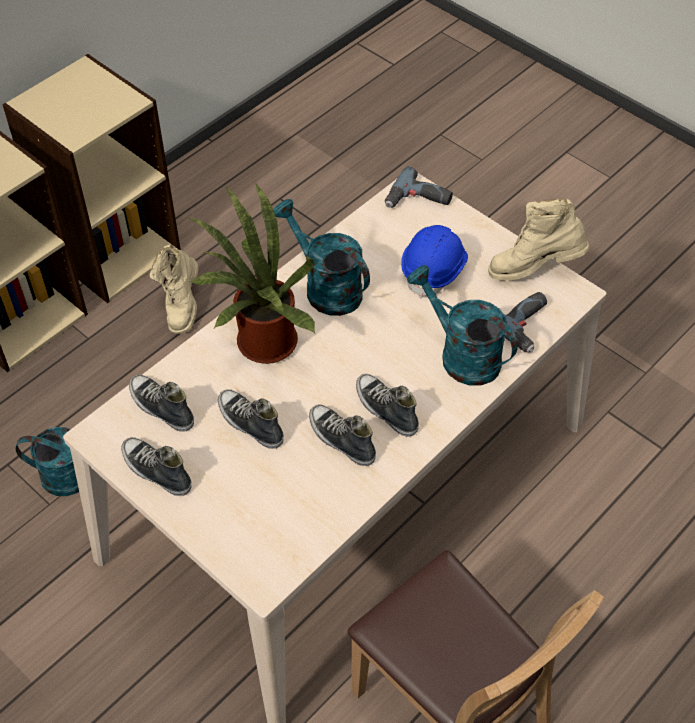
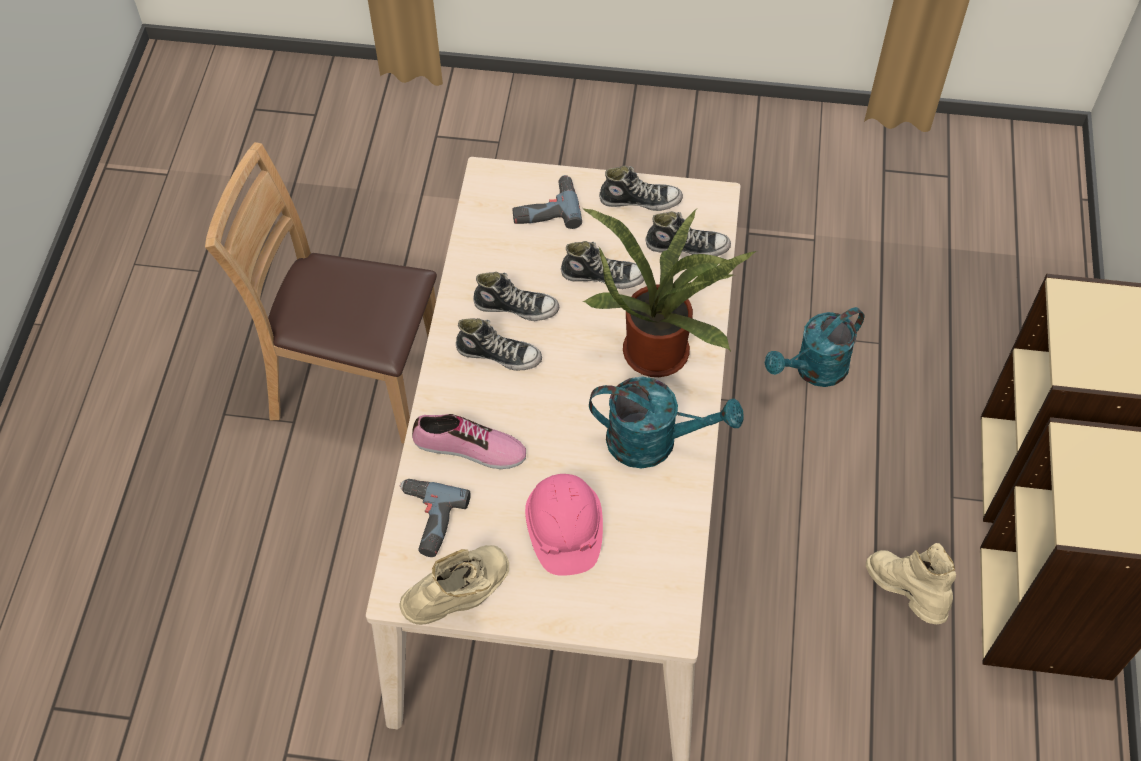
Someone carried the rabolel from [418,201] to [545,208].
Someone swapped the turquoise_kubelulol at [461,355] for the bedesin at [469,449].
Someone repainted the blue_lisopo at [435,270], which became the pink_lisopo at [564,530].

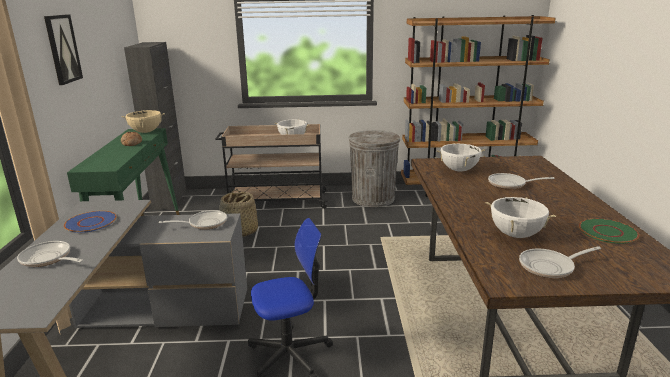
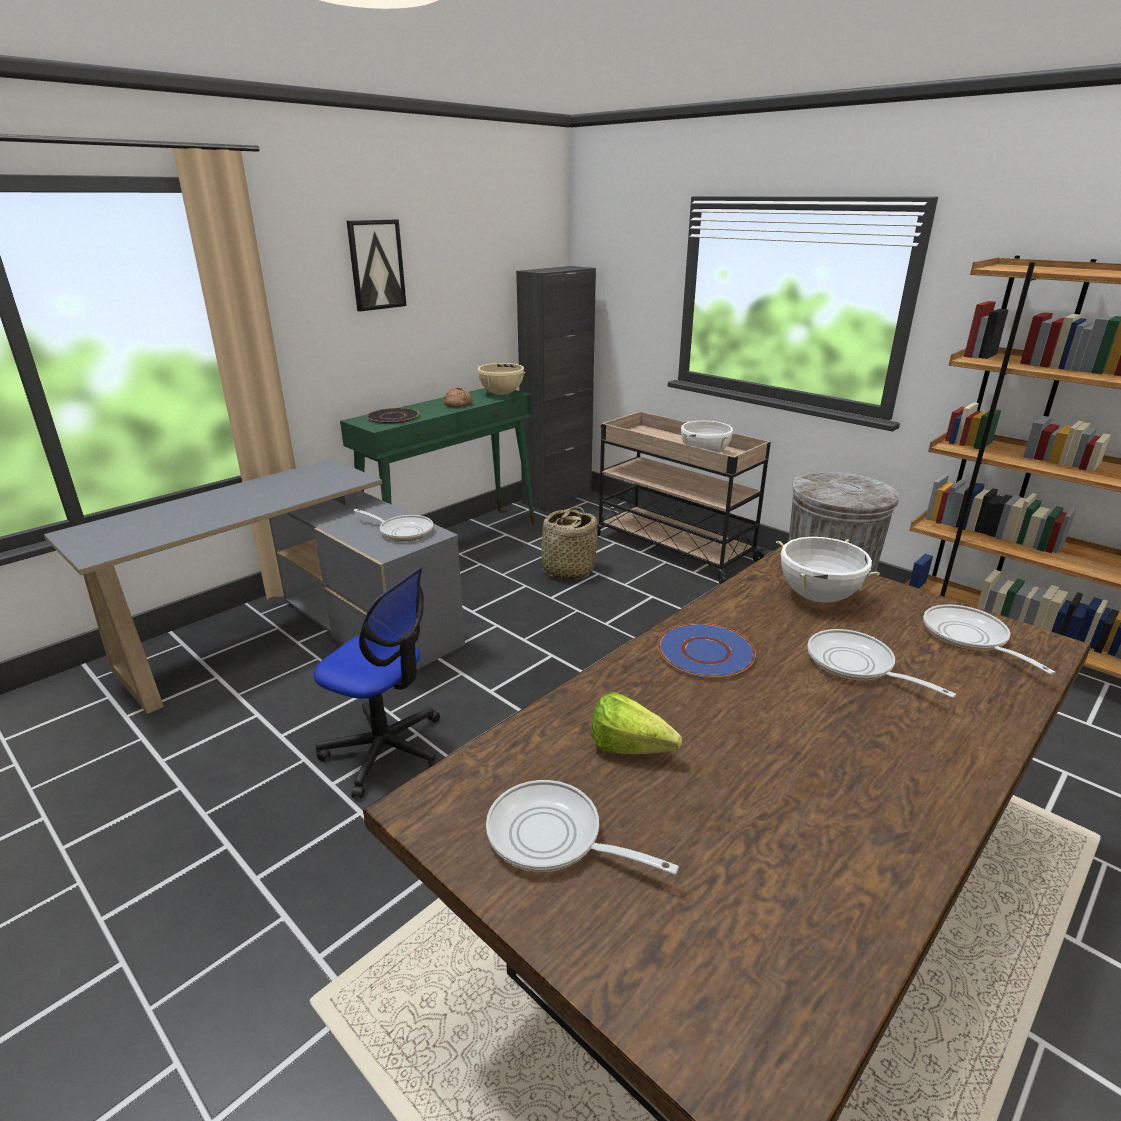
Someone took away the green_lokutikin at [607,232].
Someone put down the black_lokutikin at [393,417].
Someone carried the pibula from [48,259] to [969,638].
Someone carried the blue_lokutikin from [91,222] to [706,652].
Someone swapped the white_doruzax at [515,235] for the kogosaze at [635,751].

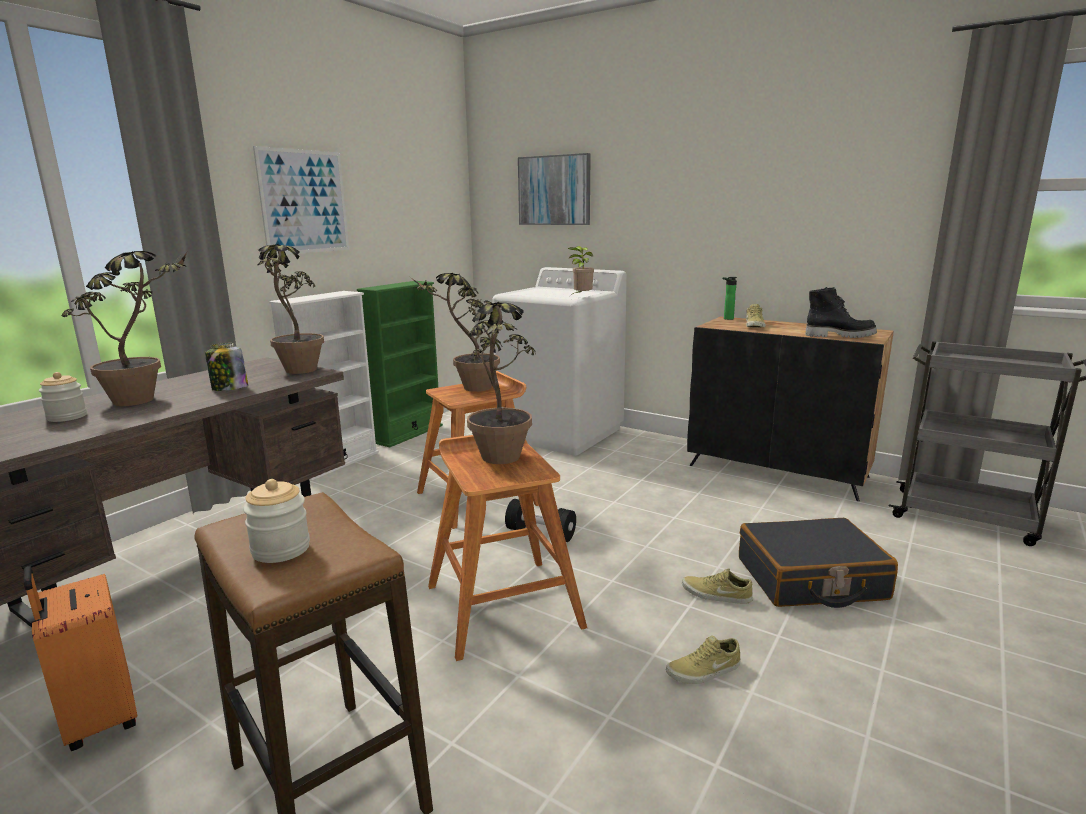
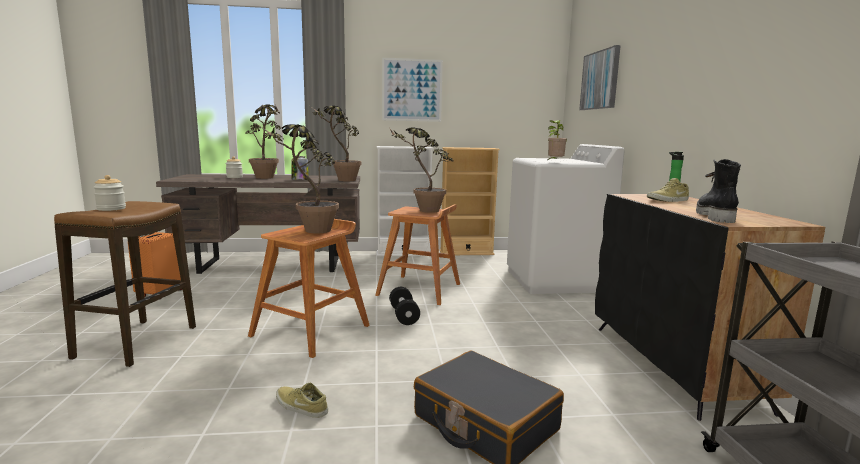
Someone took away the beige_bedesin at [716,595].
Someone repainted the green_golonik at [408,434], which became the beige_golonik at [466,253].
Someone rotated the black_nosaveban at [839,336] by 135 degrees counterclockwise.

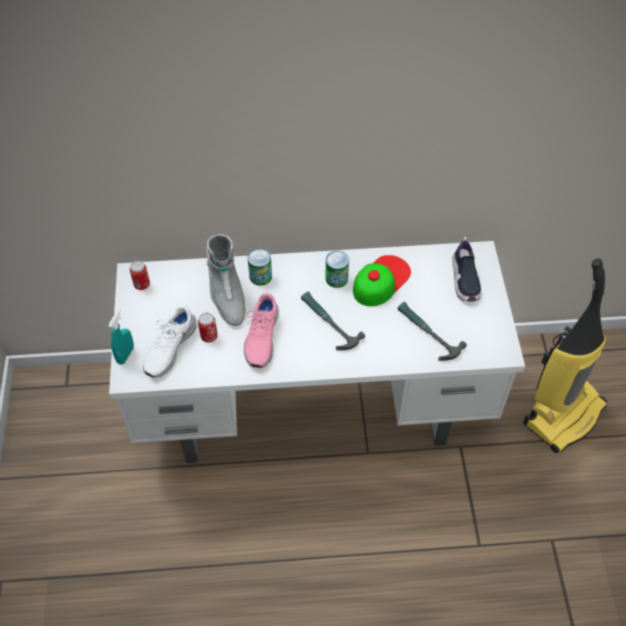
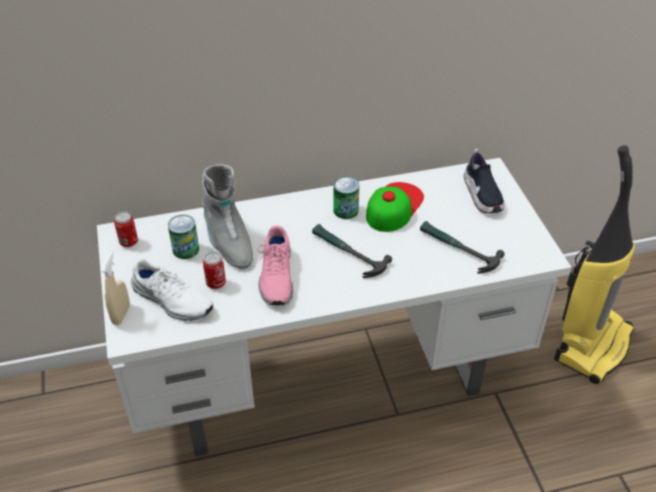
Someone carried the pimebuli from [260,276] to [185,249].
Someone repainted the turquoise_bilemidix at [125,355], which became the beige_bilemidix at [121,314].
Someone rotated the white_bedesin at [169,348] by 75 degrees counterclockwise.

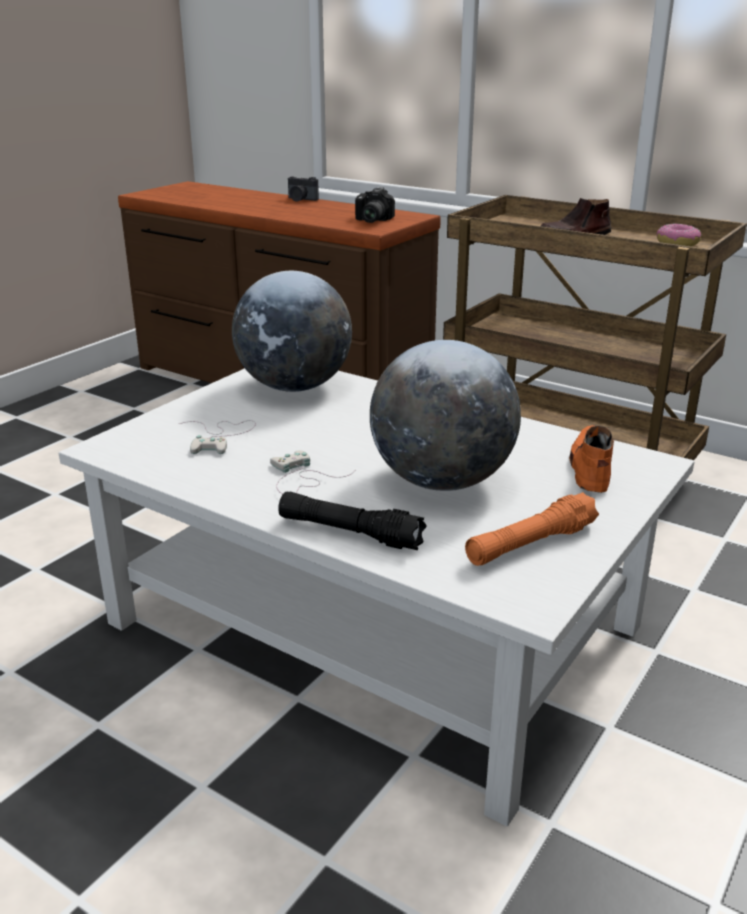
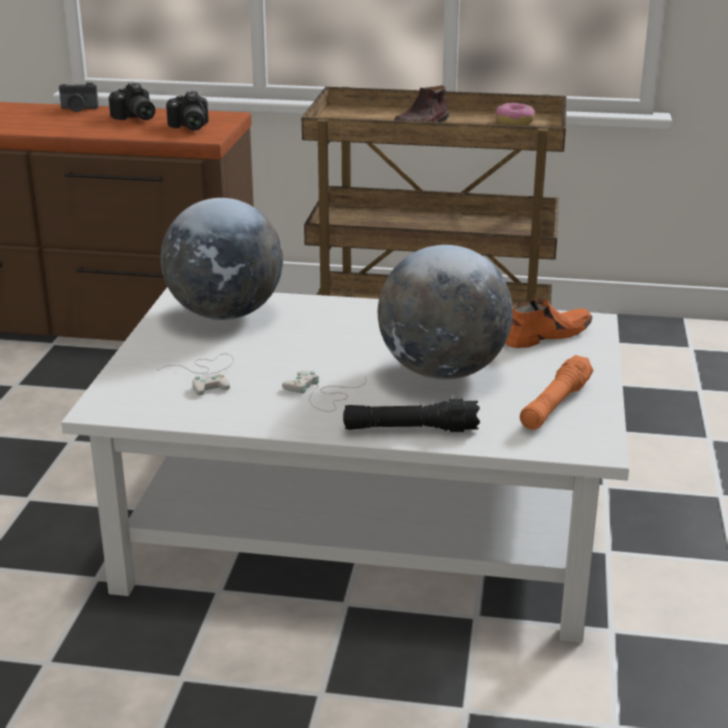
Someone put down the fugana at [135,118].
Someone rotated the orange_bedesin at [590,467] by 75 degrees clockwise.

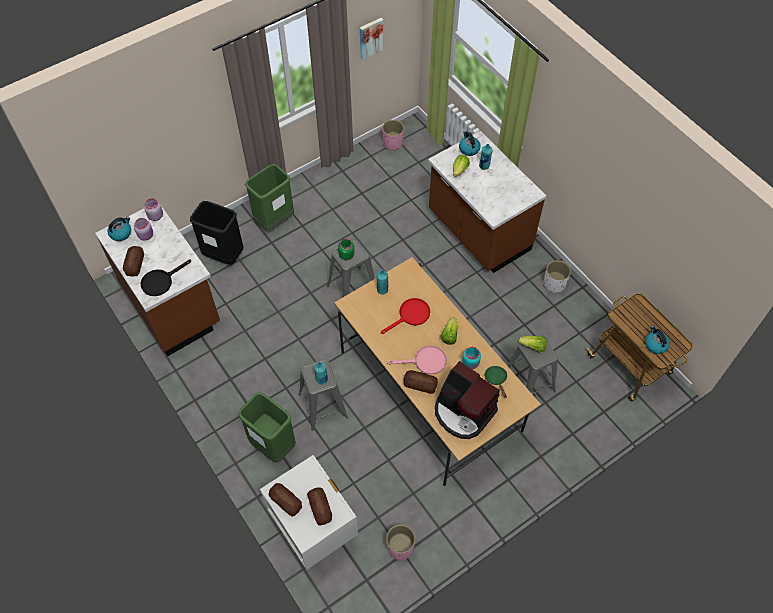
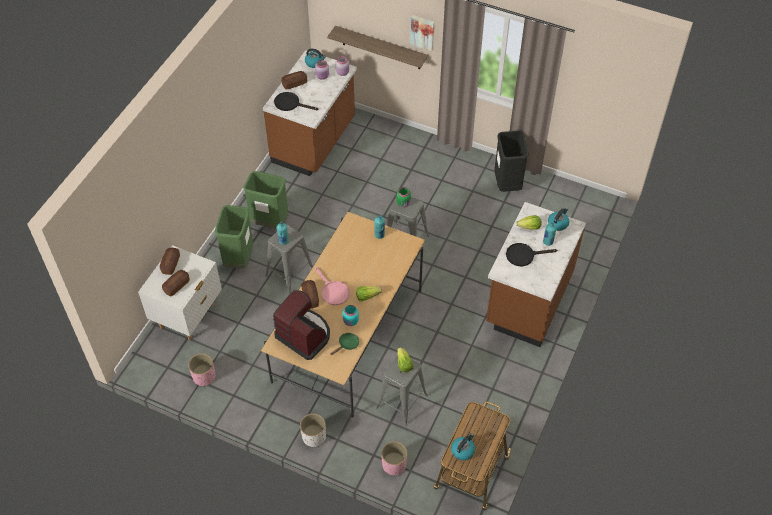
Someone took away the red_pibula at [410,315].
Someone put up the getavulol at [381,48].
Someone put down the black_pibula at [524,255].
Someone carried the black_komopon from [224,255] to [507,184].
Someone carried the green_komopon from [274,221] to [270,223].
Someone carried the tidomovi from [370,38] to [423,32].
Someone carried the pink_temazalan from [393,143] to [394,465].
Someone carried the white_temazalan from [554,284] to [314,437].
Someone rotated the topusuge at [463,412] by 120 degrees clockwise.

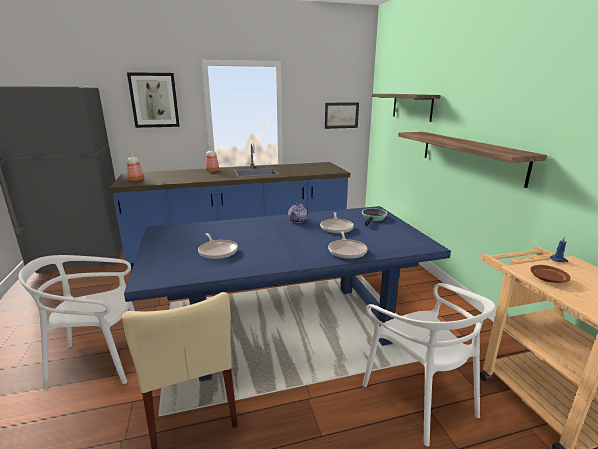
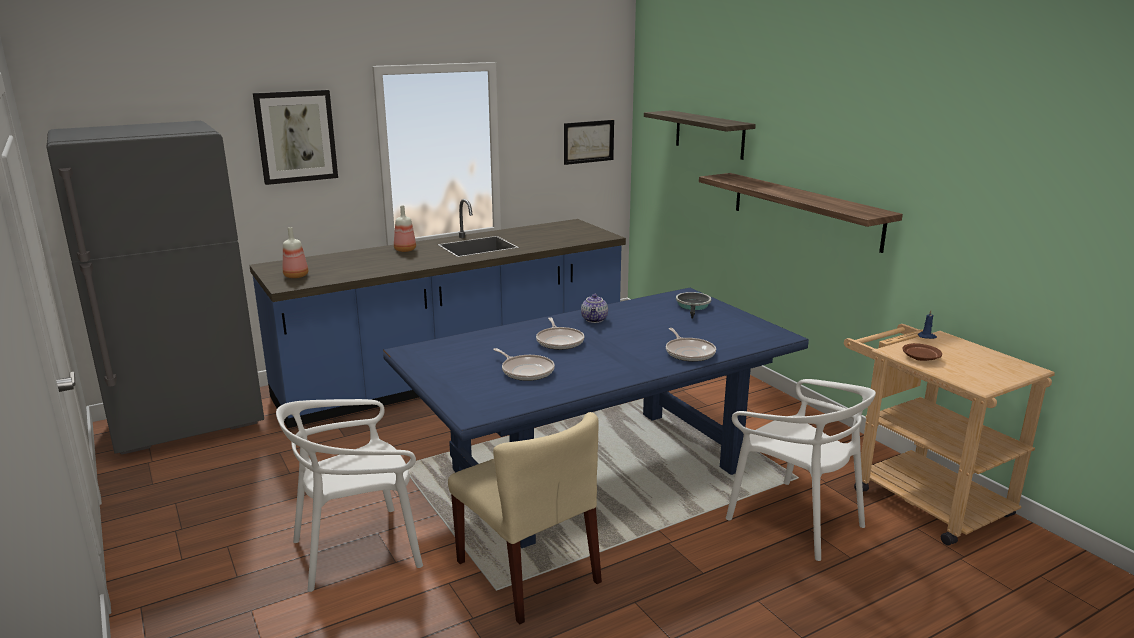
Someone carried the pibula from [336,228] to [559,341].

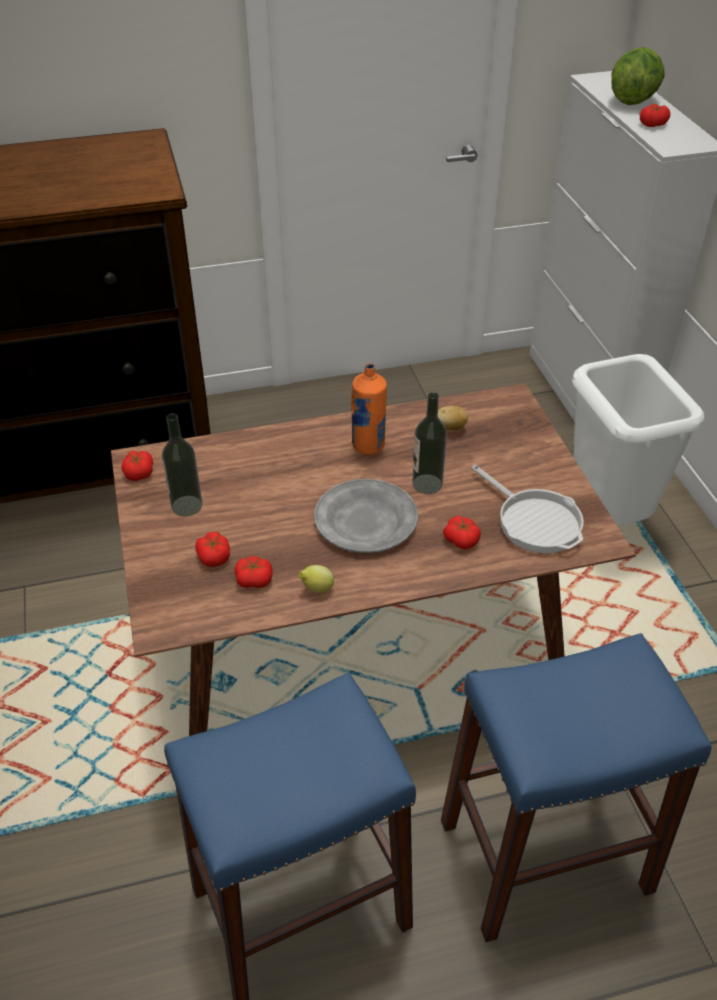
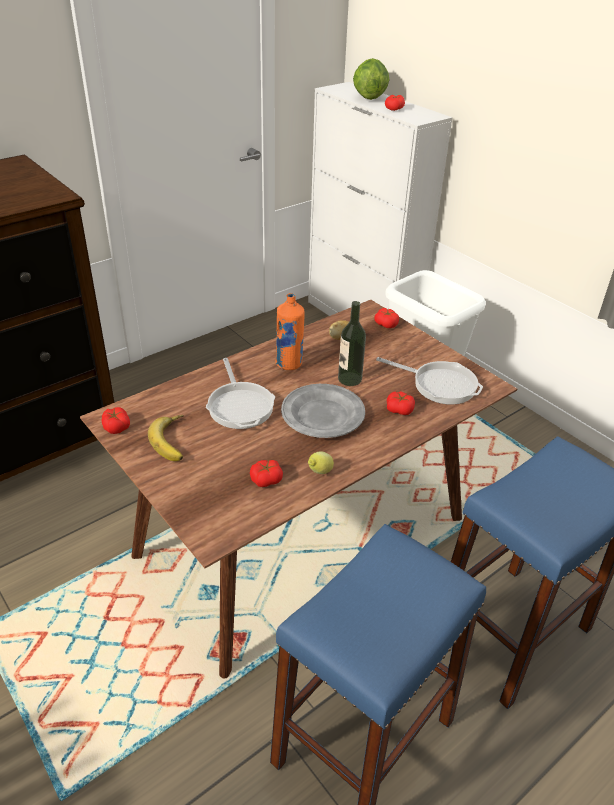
Someone put down the pibula at [240,405].
Someone carried the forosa from [214,556] to [386,324].
Someone swapped the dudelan at [186,506] for the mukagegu at [174,441].

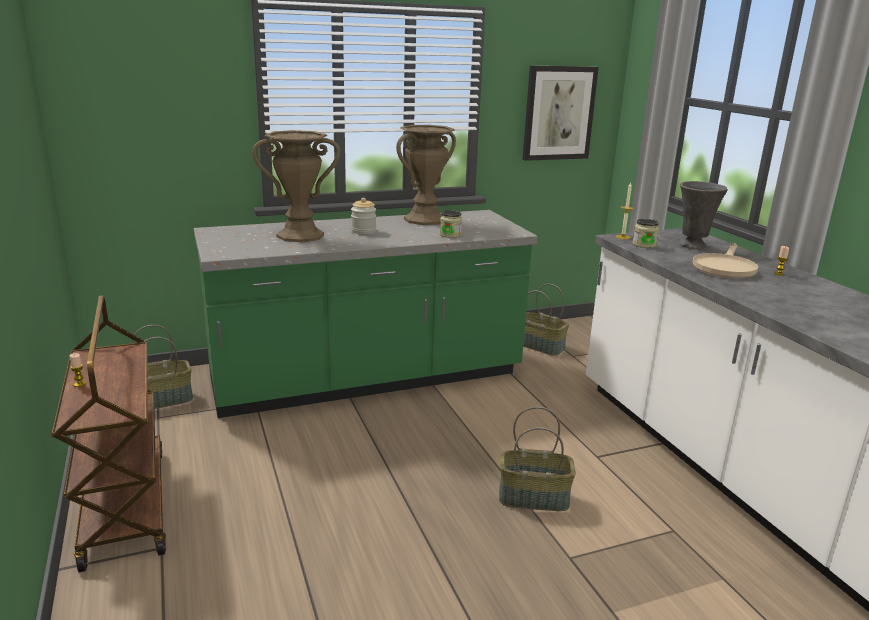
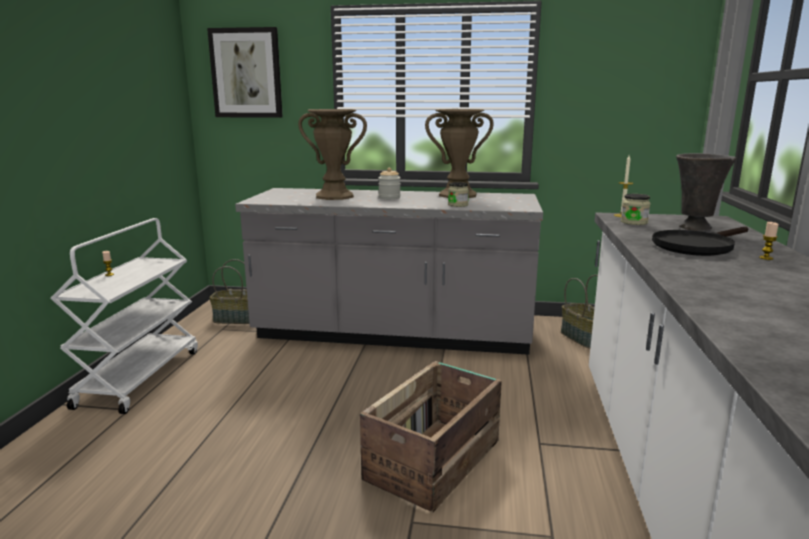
Someone carried the tidomovi from [558,113] to [246,73].
Someone swapped the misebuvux at [534,497] for the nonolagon at [435,459].
Someone repainted the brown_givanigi at [124,505], which became the white_givanigi at [139,377].
Someone repainted the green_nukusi at [368,380], which became the grey_nukusi at [393,335].
Someone repainted the beige_pibula at [724,267], which became the black_pibula at [697,246].

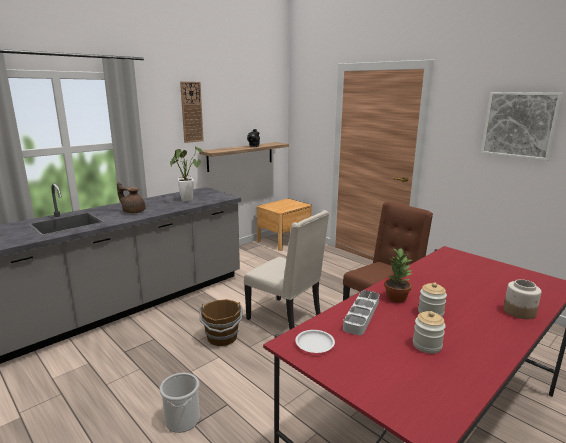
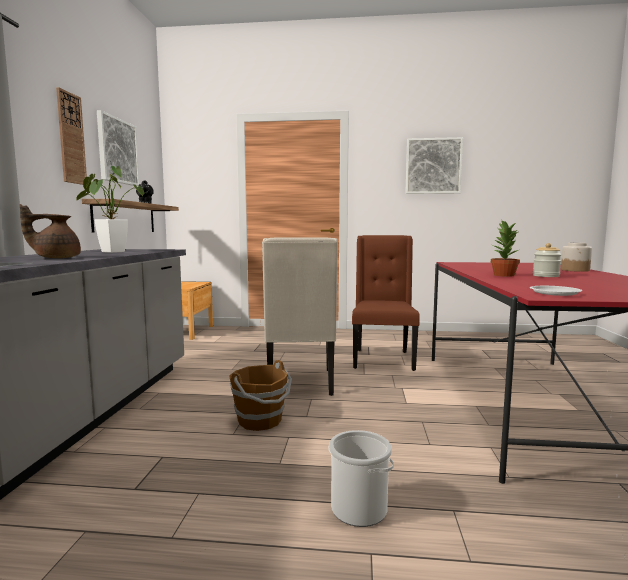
Someone took away the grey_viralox at [361,315].
Someone took away the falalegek at [427,345].
Someone put up the tidomovi at [117,151].
Someone rotated the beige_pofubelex at [286,318] by 90 degrees clockwise.

